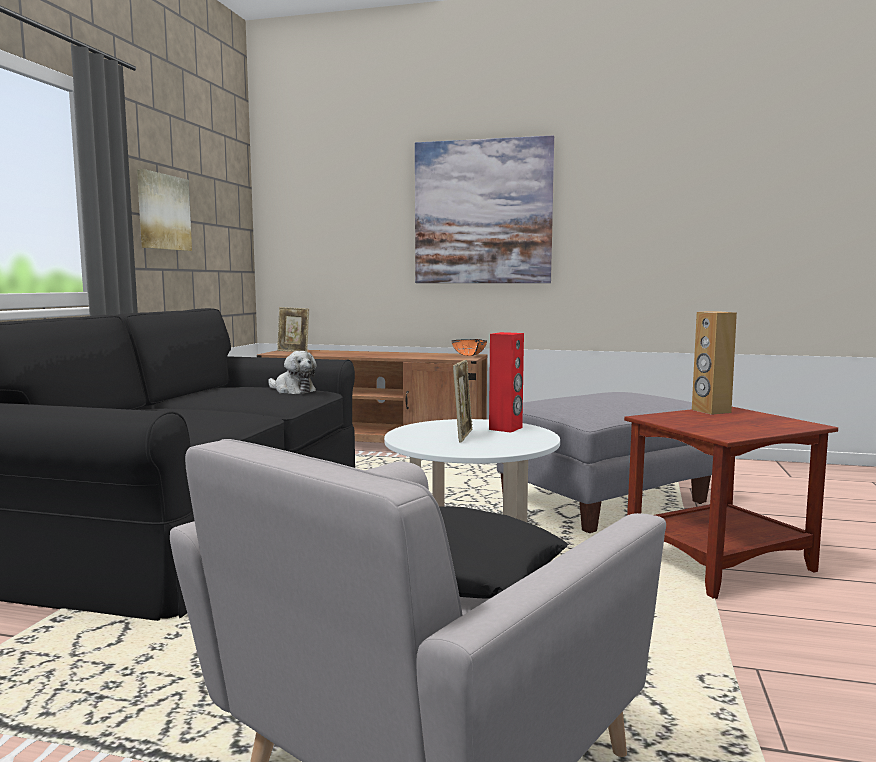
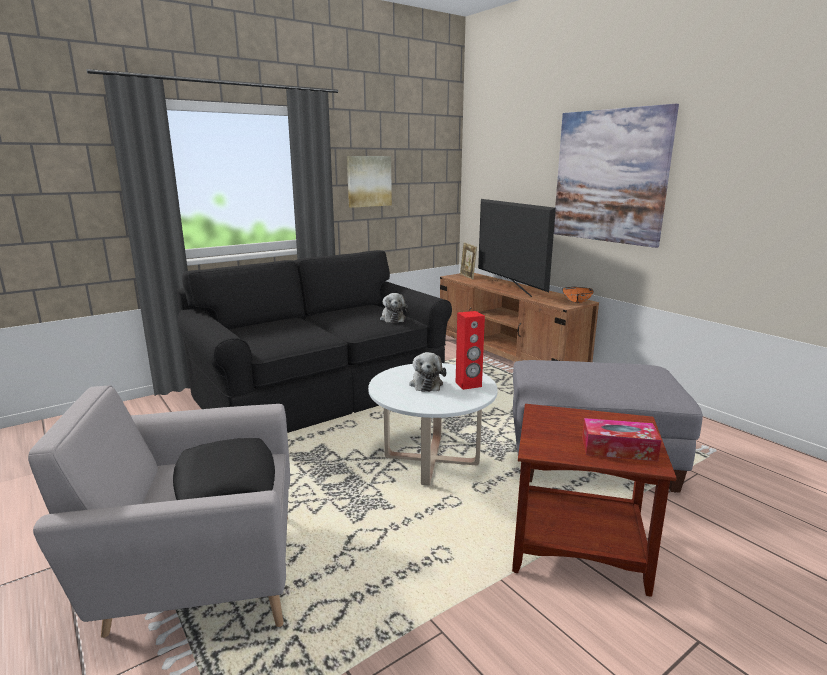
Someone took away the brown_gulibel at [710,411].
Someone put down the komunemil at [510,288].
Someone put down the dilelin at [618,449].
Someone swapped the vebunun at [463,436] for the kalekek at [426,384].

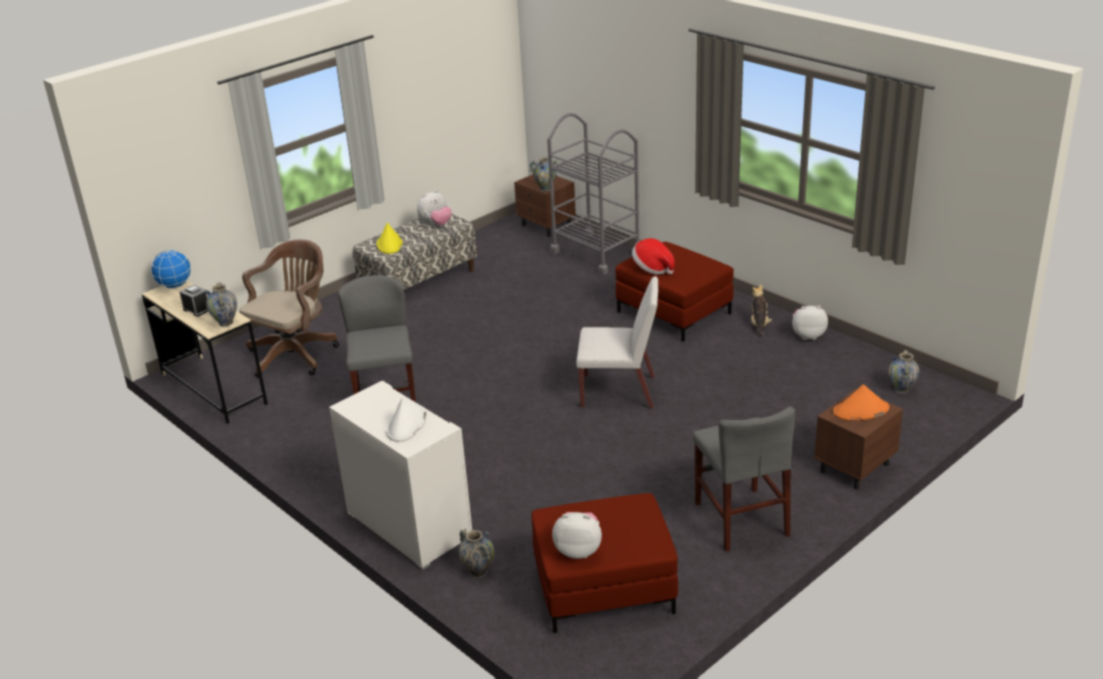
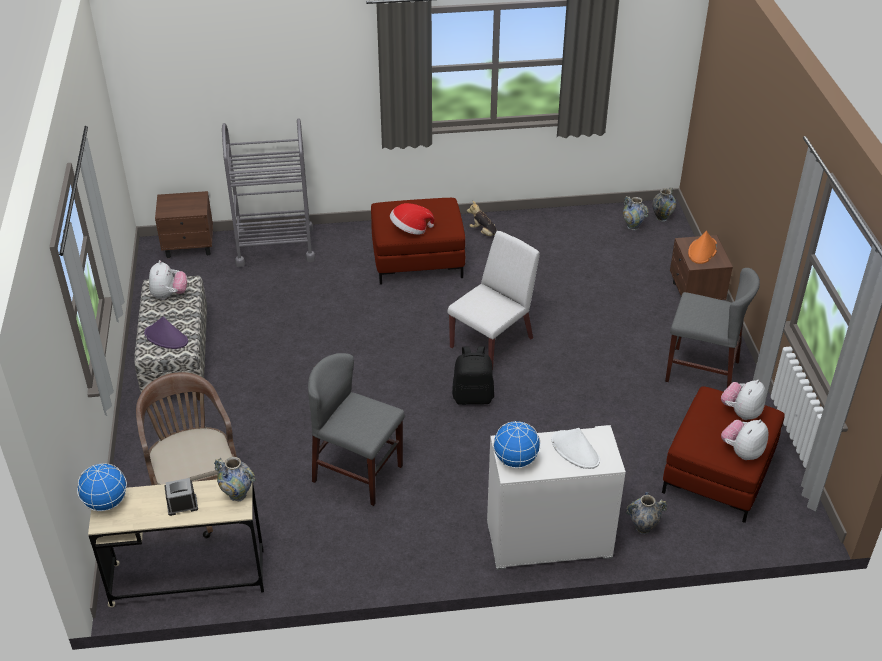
Someone put down the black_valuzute at [473,396].
Someone put down the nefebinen at [515,461].
Someone carried the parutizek from [545,189] to [662,218].
Someone carried the kalekek from [807,335] to [741,412].
Someone repainted the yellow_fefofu at [389,244], which became the purple_fefofu at [166,337].

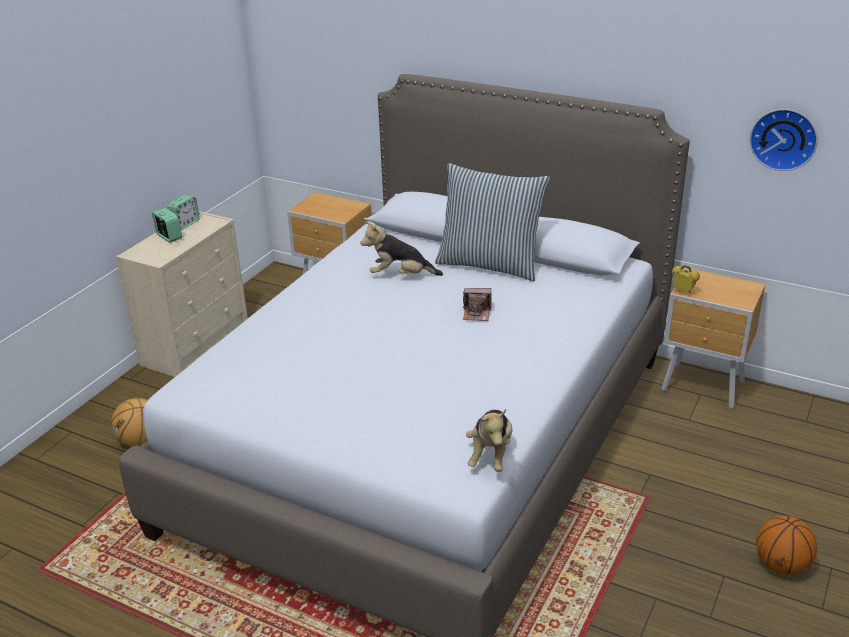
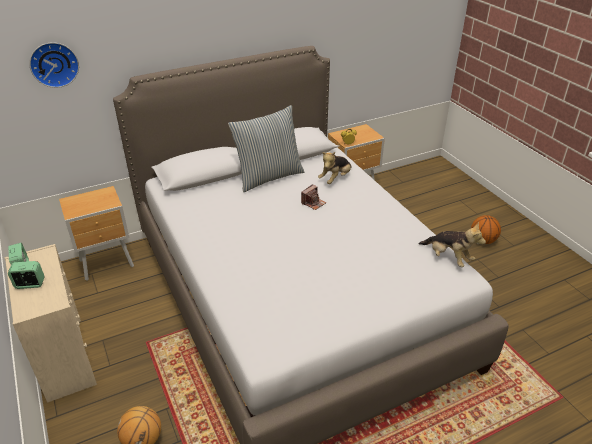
Someone carried the kalekek from [400,275] to [335,179].
Someone carried the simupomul from [784,138] to [54,64].

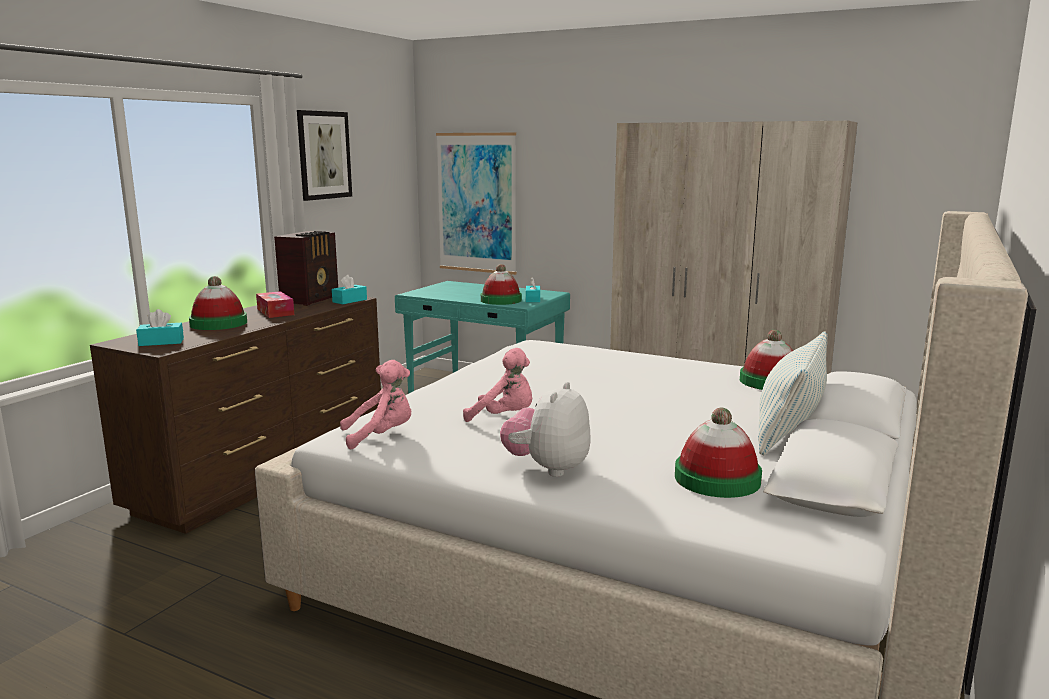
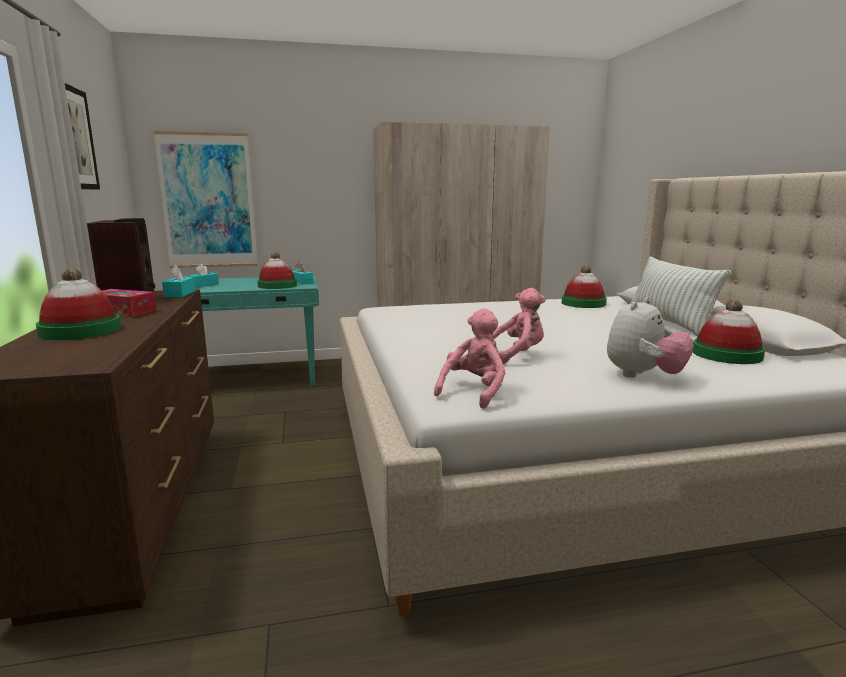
Someone carried the turquoise_dilelin from [161,342] to [204,285].
Someone rotated the kalekek at [547,468] by 120 degrees counterclockwise.

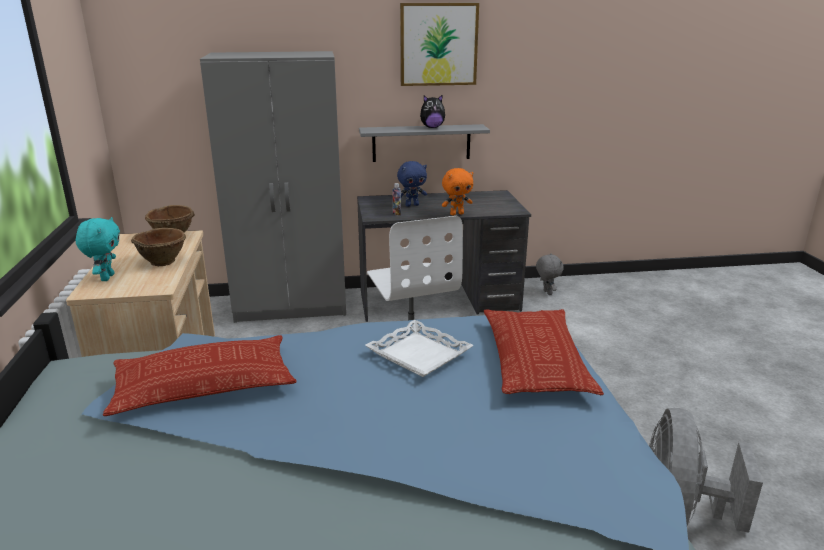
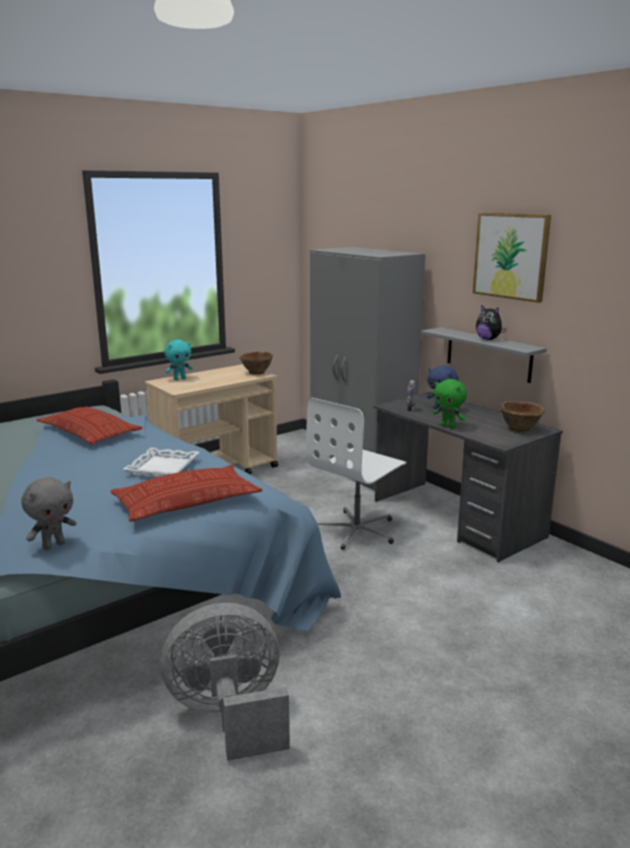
Someone carried the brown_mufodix from [163,261] to [520,429].
Someone carried the grey_kalekek from [546,292] to [54,545].
Someone repainted the orange_kalekek at [456,214], which became the green_kalekek at [448,426].

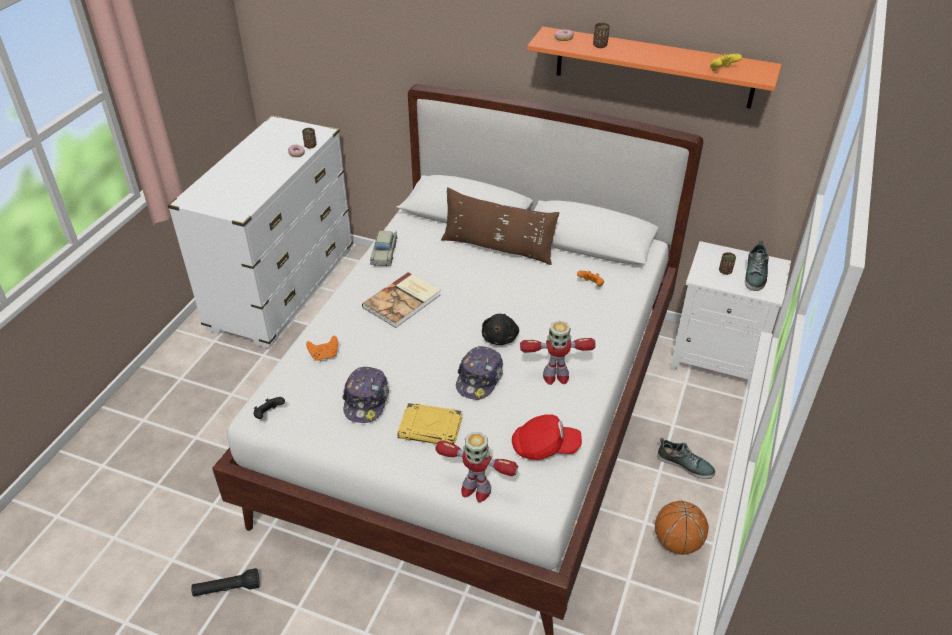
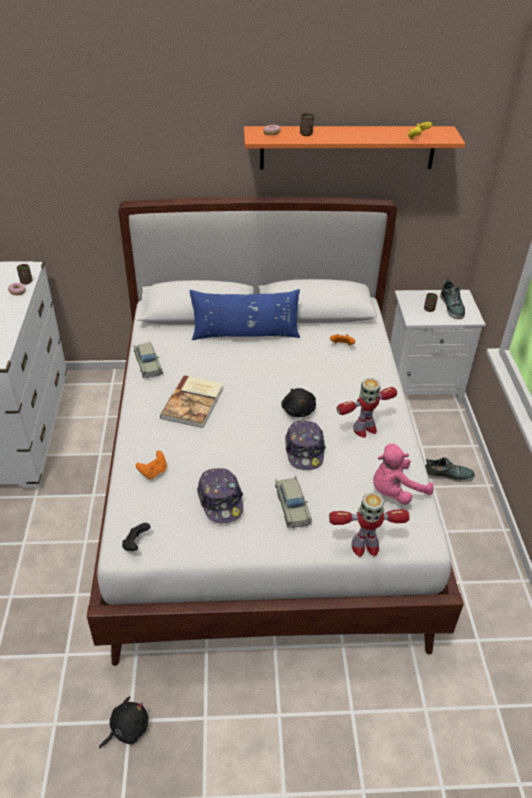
Someone took away the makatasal at [677,542].
Someone swapped the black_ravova at [227,589] for the black_kalekek at [127,729].
Someone swapped the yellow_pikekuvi at [431,428] for the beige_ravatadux at [292,506].
Someone swapped the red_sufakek at [544,448] for the pink_kalekek at [395,491].
Someone repainted the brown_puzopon at [498,248], which became the blue_puzopon at [245,334].

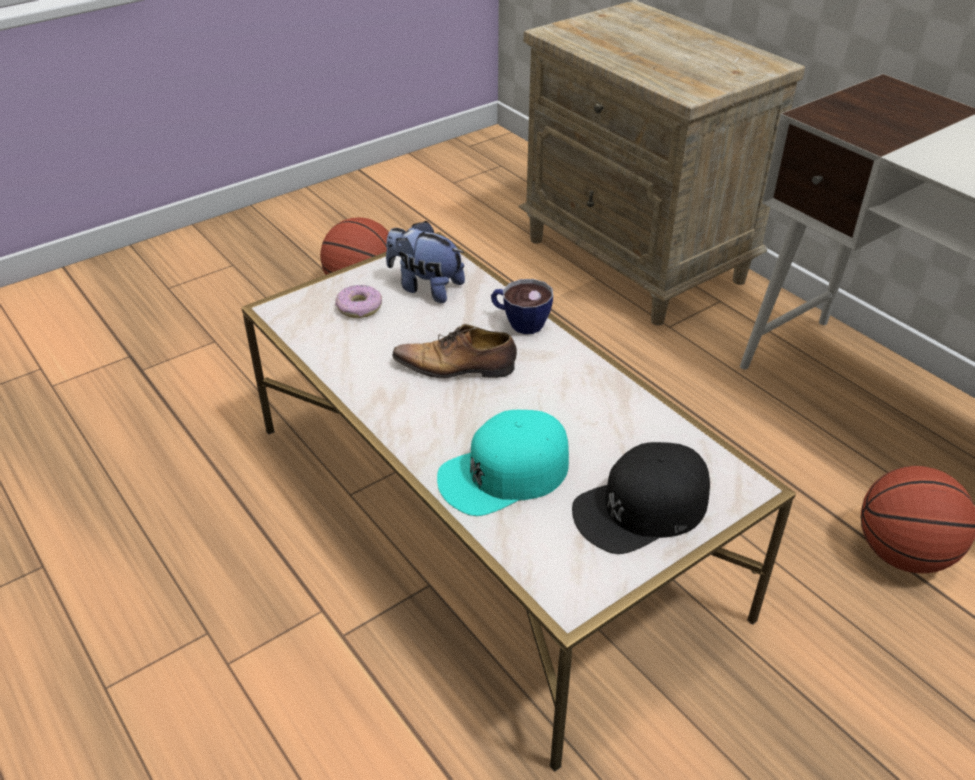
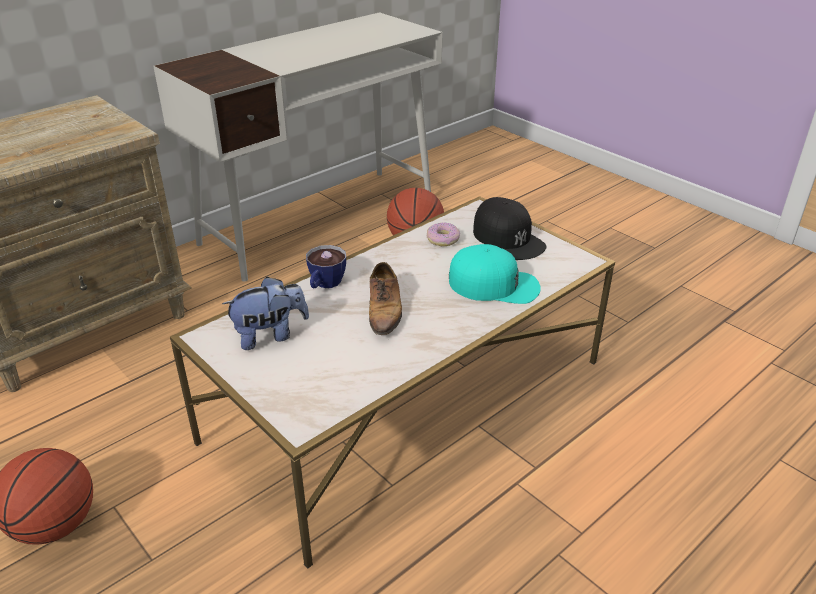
Someone carried the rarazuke from [359,308] to [443,239].
Someone rotated the kalekek at [425,287] by 135 degrees counterclockwise.
Someone rotated the turquoise_sufakek at [504,473] by 45 degrees counterclockwise.

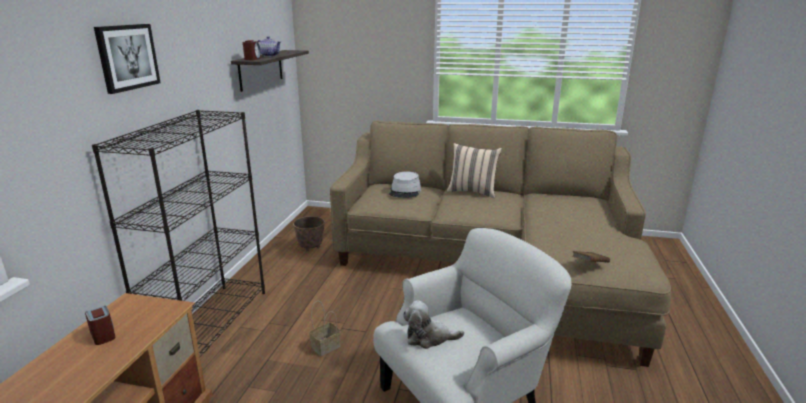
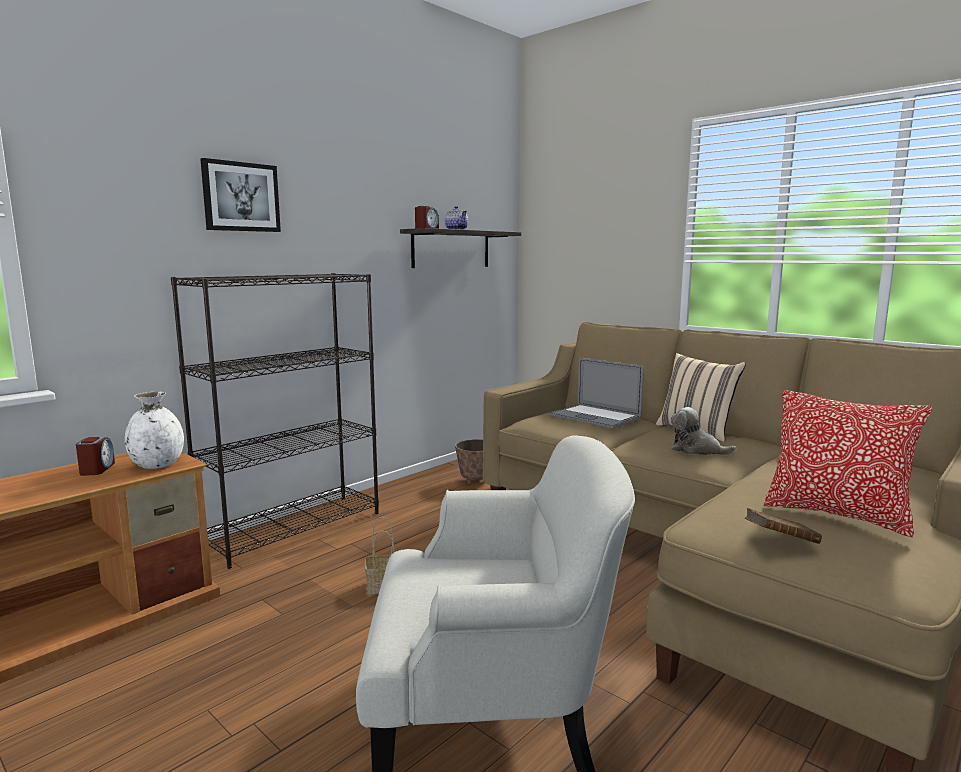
Someone put down the white_parutizek at [157,465].
Someone put down the puzopon at [836,514].
Someone carried the kalekek from [429,338] to [696,450].
Someone swapped the grey_fefofu at [405,191] for the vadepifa at [595,417].

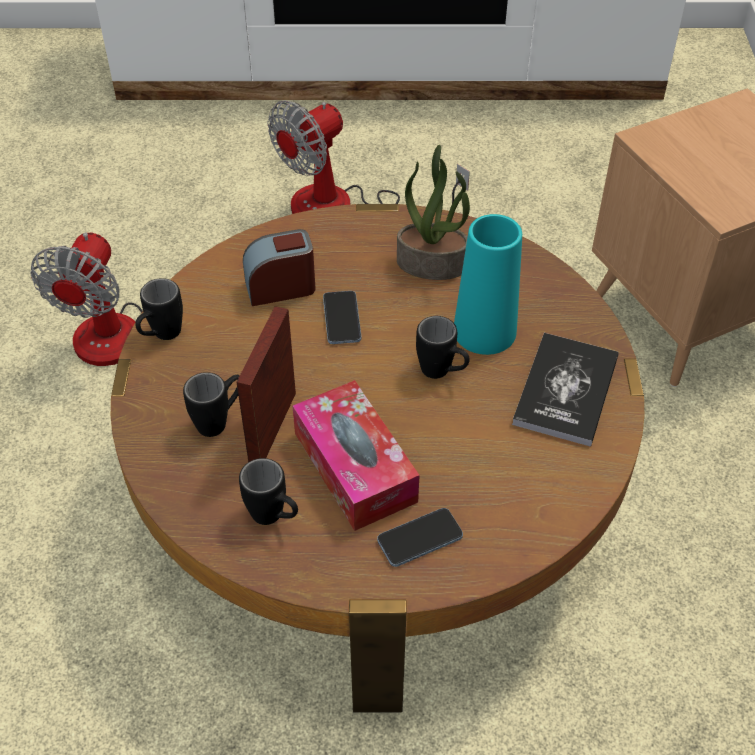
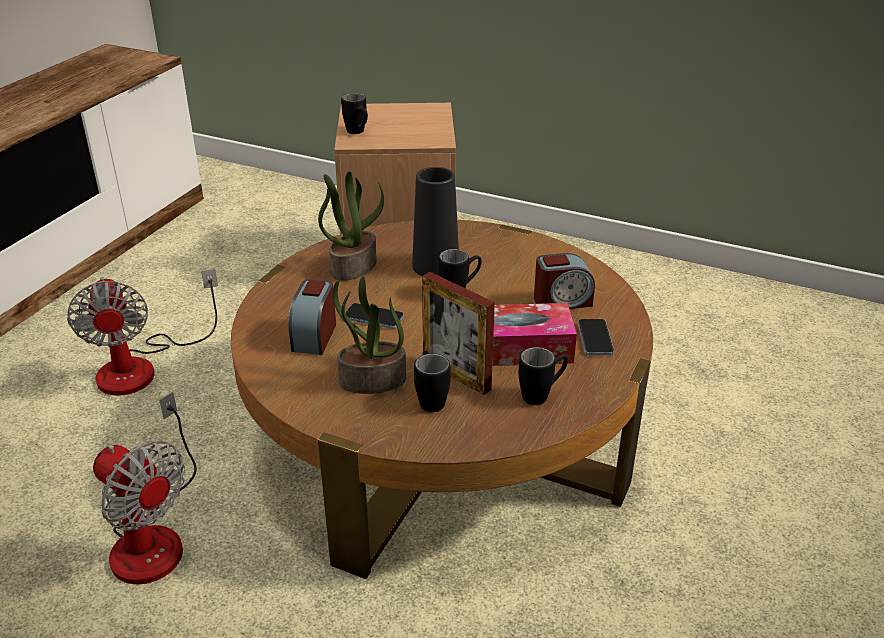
Someone took away the pikekuvi at [566,390].
Someone put down the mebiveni at [371,381].
Someone put down the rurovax at [562,301].
Someone carried the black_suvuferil from [161,336] to [358,133].
Someone repainted the turquoise_parutizek at [484,331], which became the black_parutizek at [435,266].

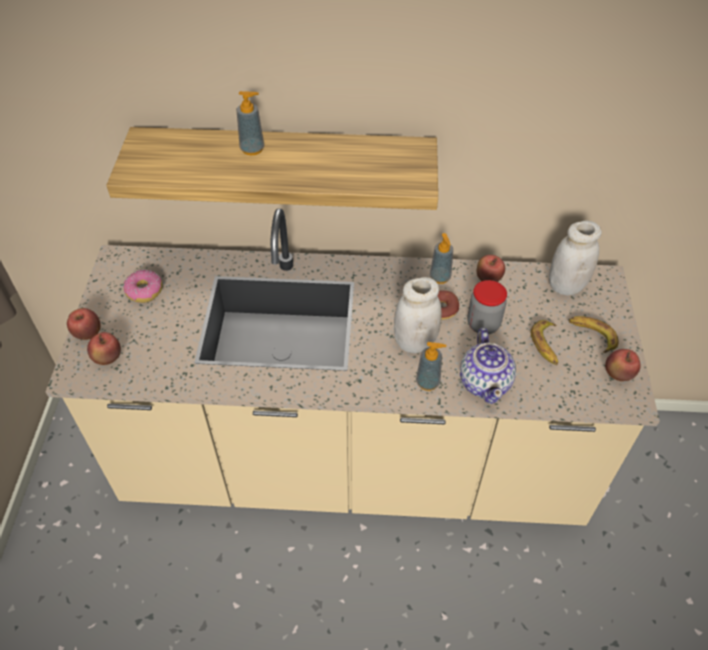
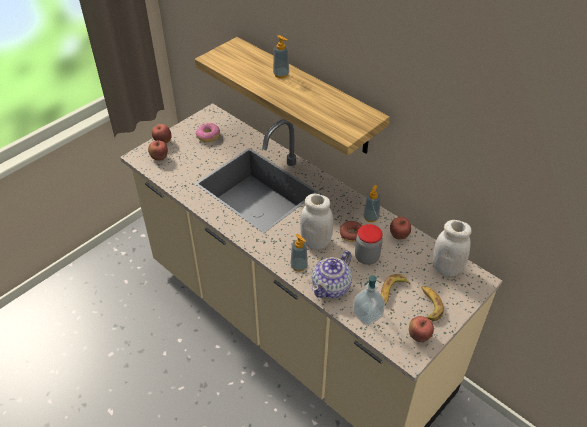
Someone put down the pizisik at [367,314].

